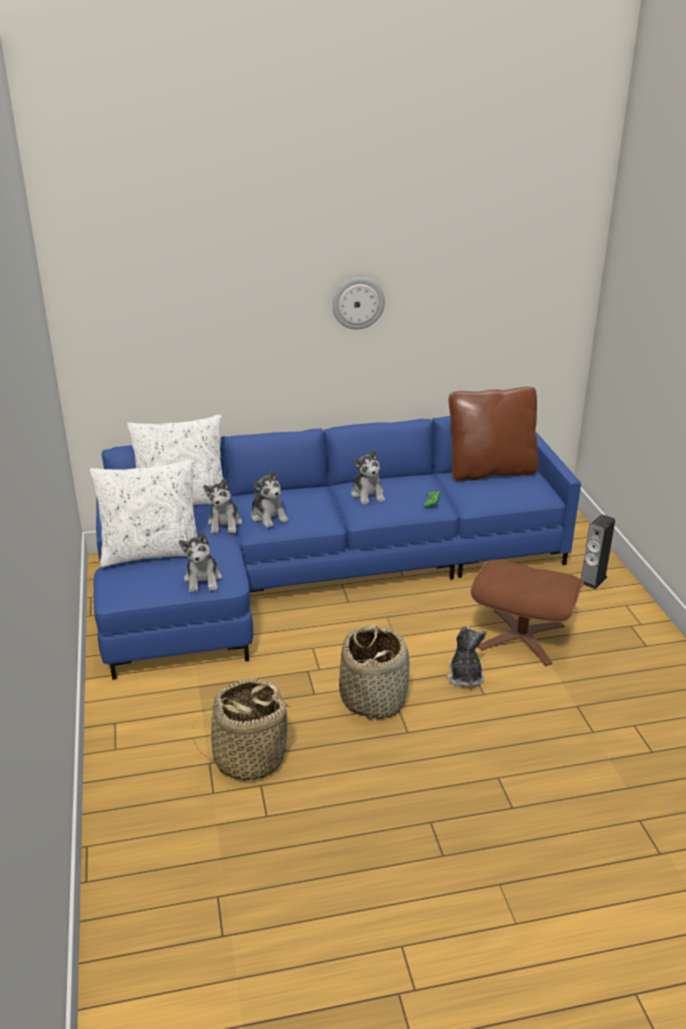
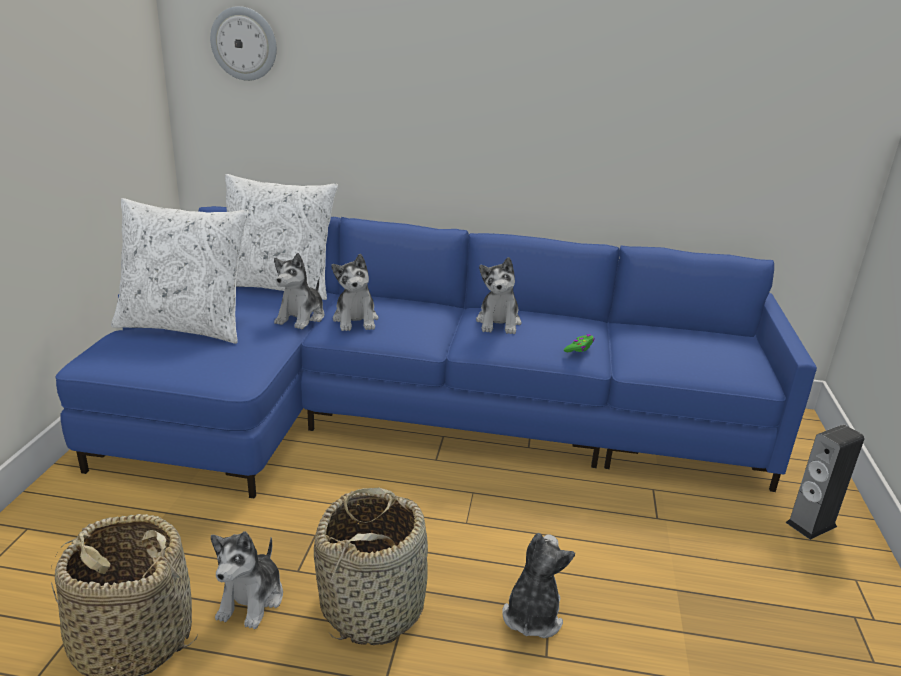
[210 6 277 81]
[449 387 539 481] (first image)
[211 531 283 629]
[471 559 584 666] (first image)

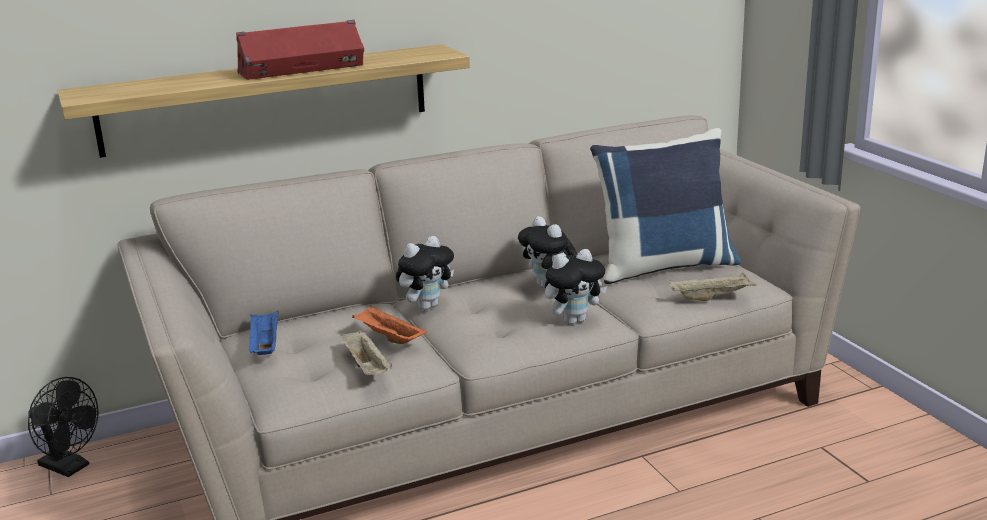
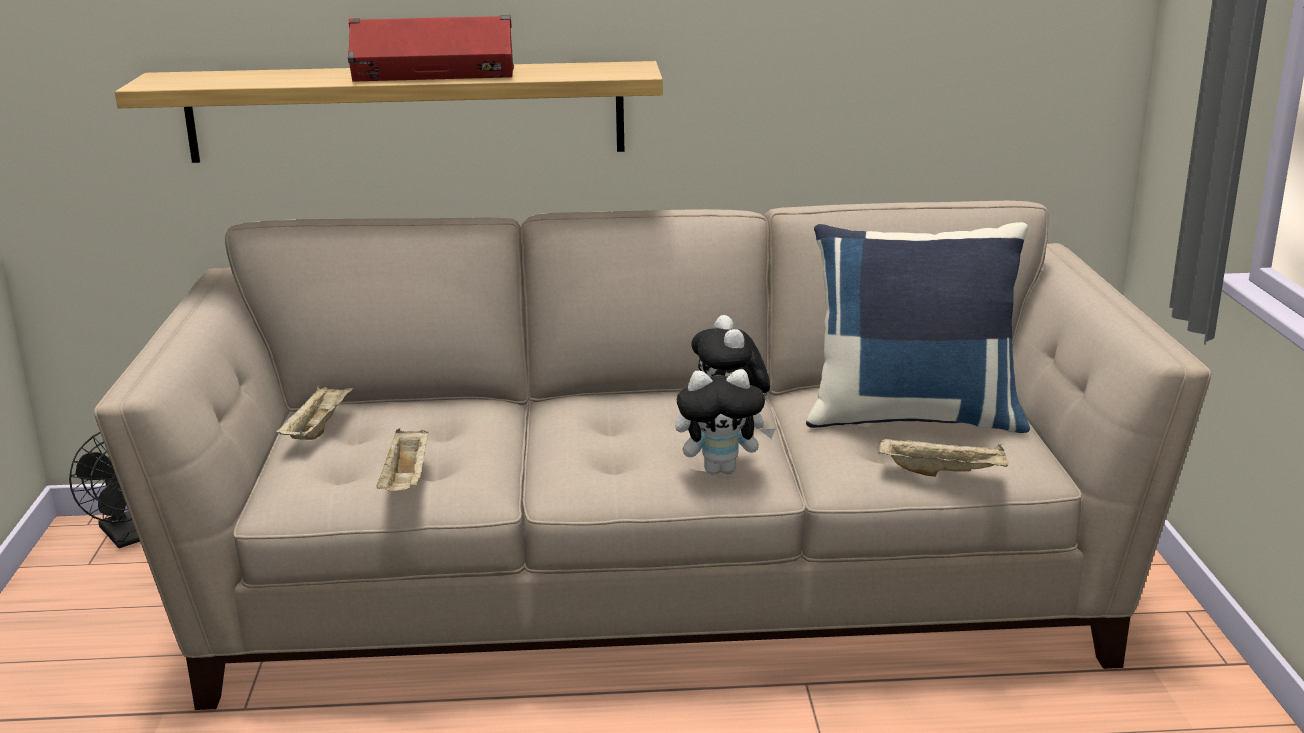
[396 236 454 310] (first image)
[352 305 427 344] (first image)
[276 385 354 440]

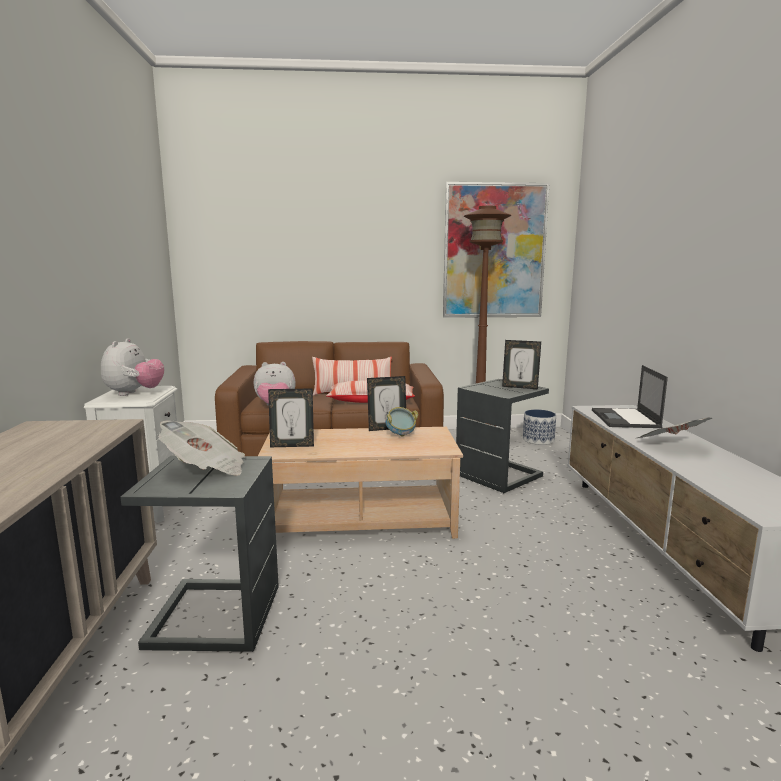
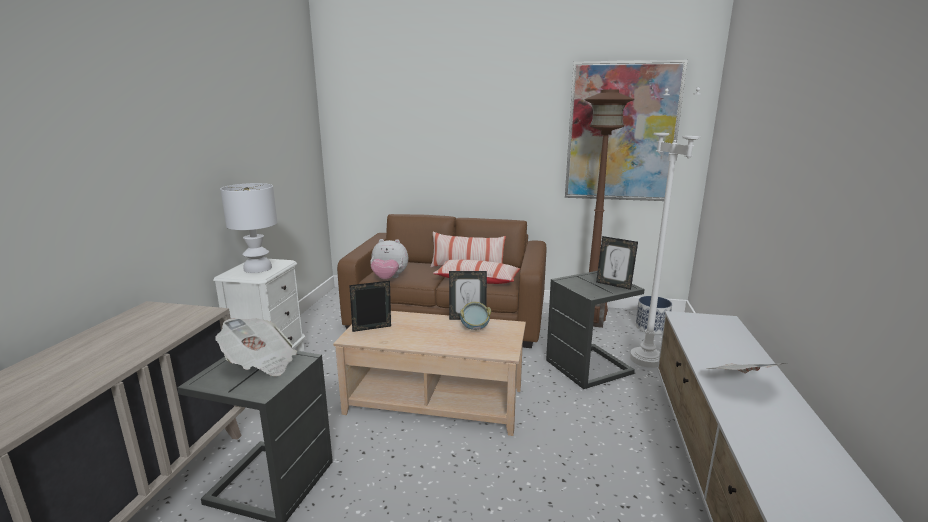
[220 183 277 273]
[592 365 668 428] (first image)
[349 281 391 332]
[630 86 701 368]

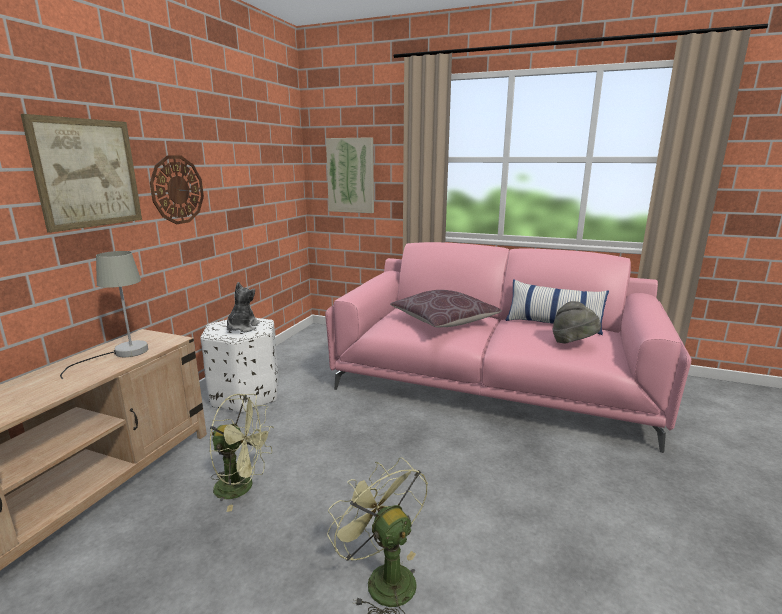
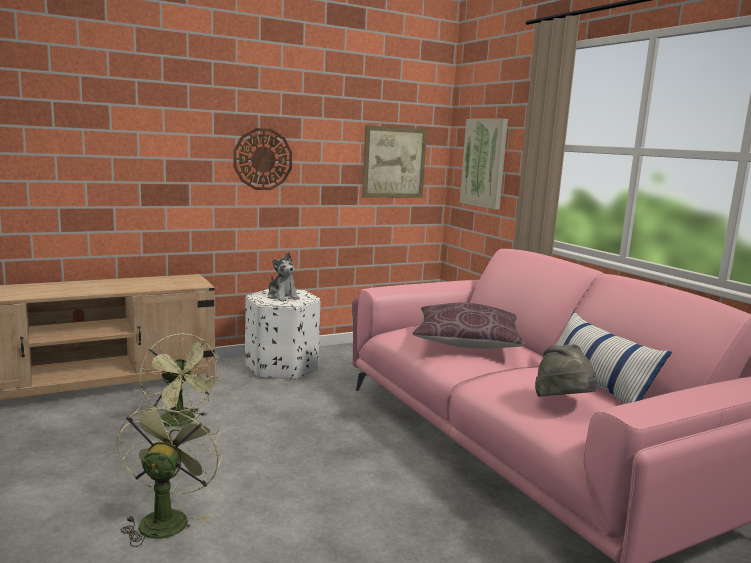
[362 125 427 198]
[60 251 148 379] (first image)
[268 252 300 301]

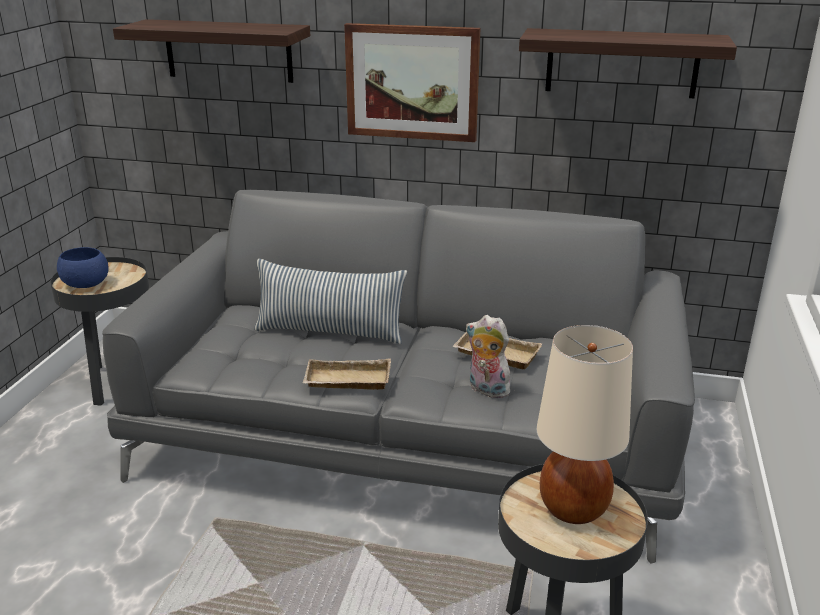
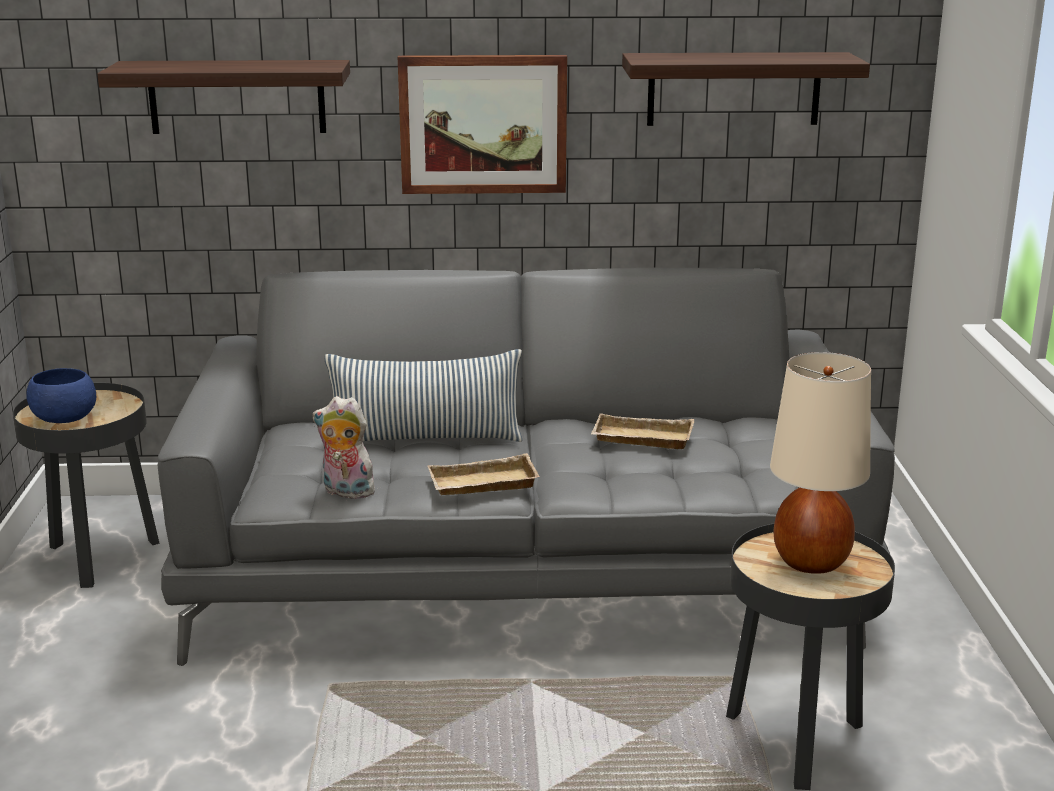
[313 396 375 499]

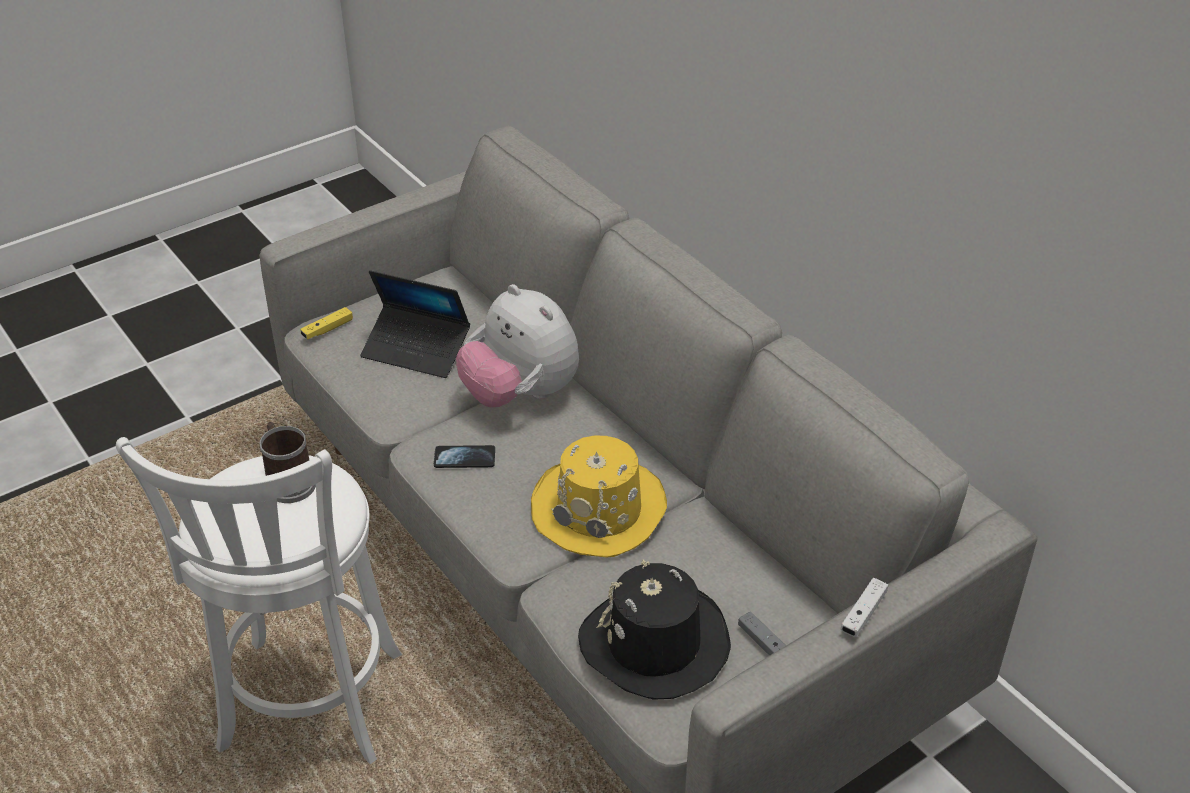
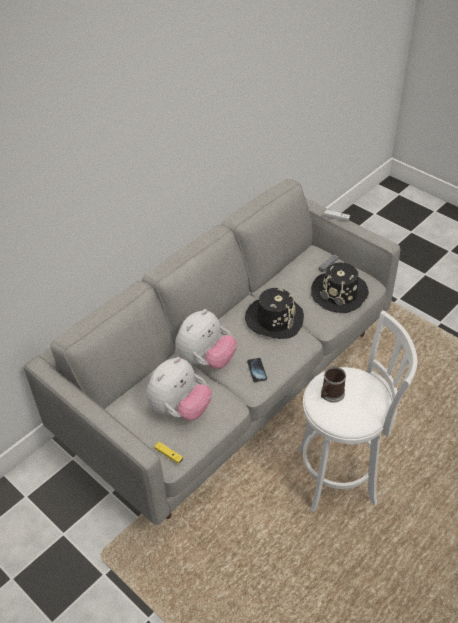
[146 357 212 421]
[245 288 304 339]

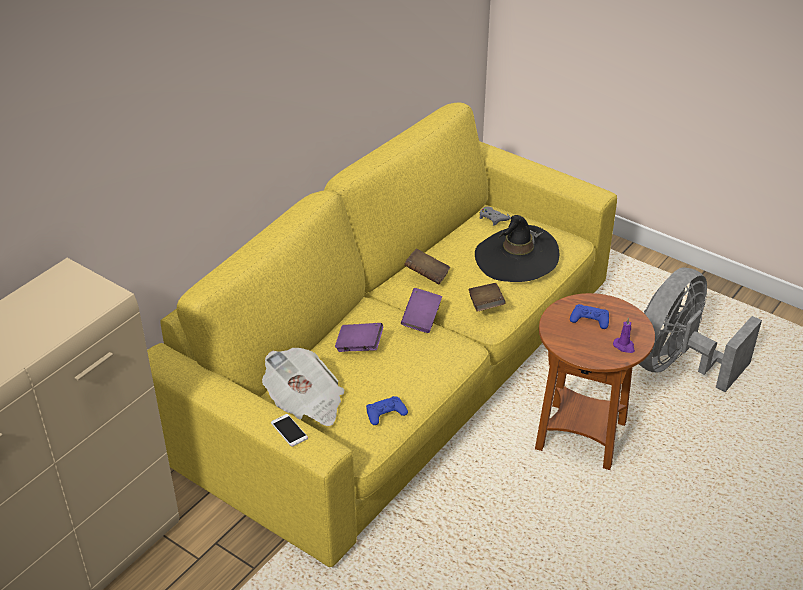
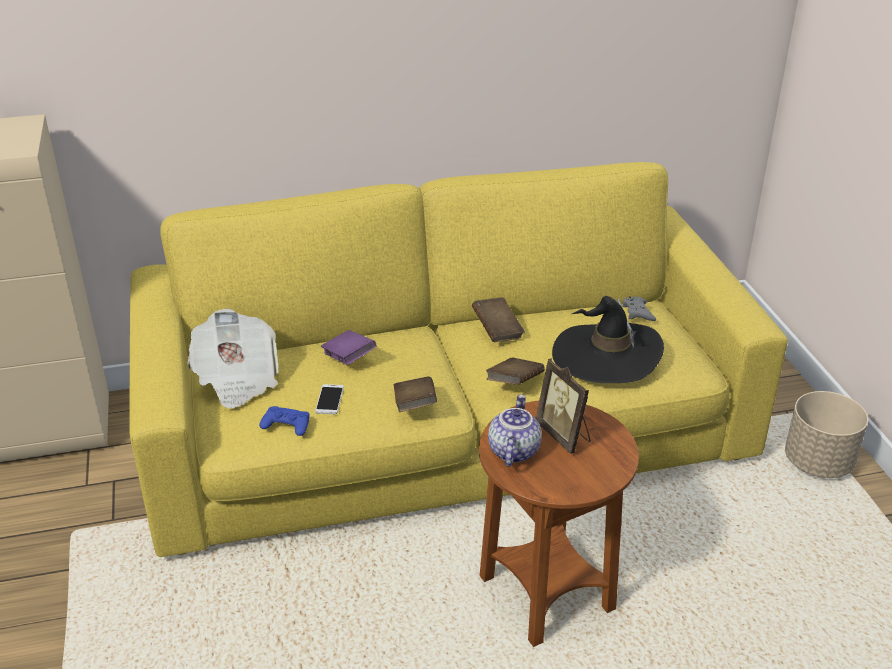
[639 267 762 392] (first image)
[401 288 442 333] (first image)
[536 358 591 454]
[613 317 635 353] (first image)
[315 384 344 414]
[394 376 437 412]
[785 391 868 478]
[488 394 542 466]

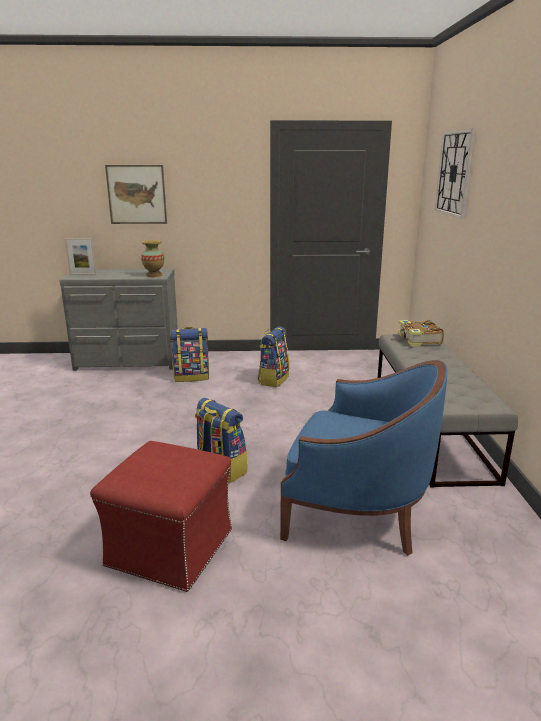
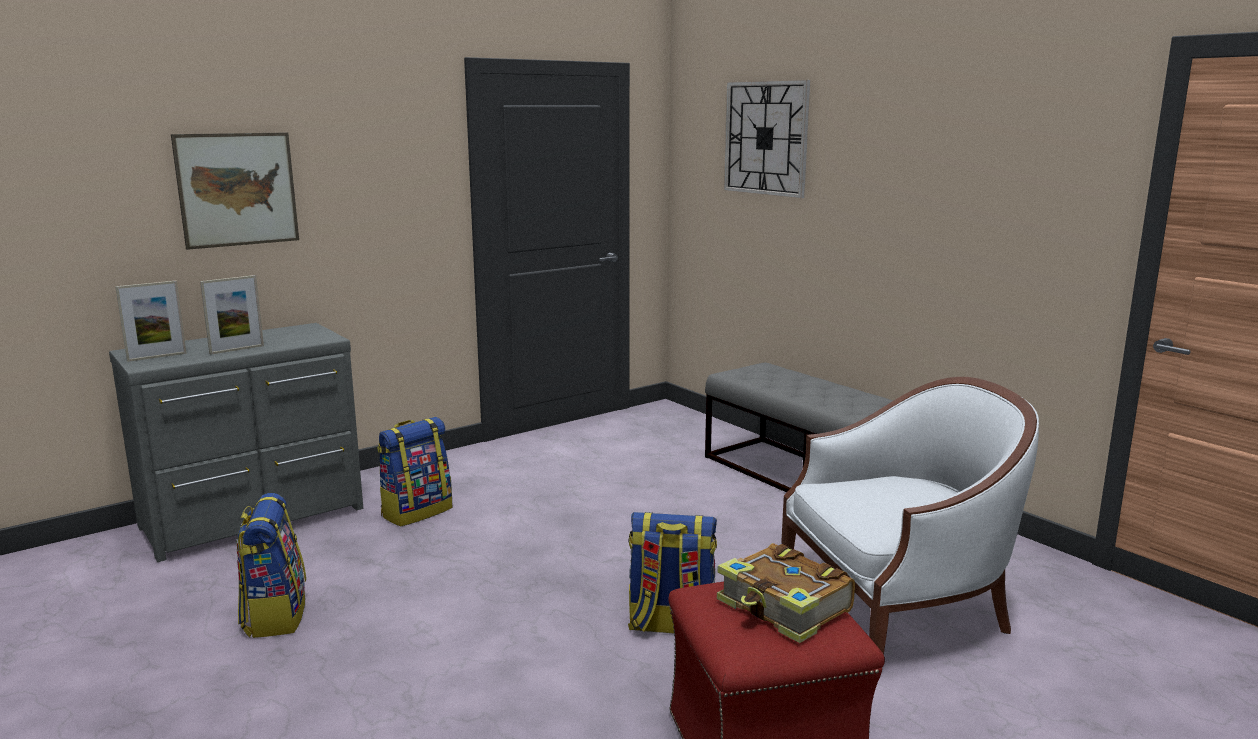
[141 240 164 277] (first image)
[717 543 855 643]
[236 493 306 638]
[781 377 1039 654]
[200 275 264 355]

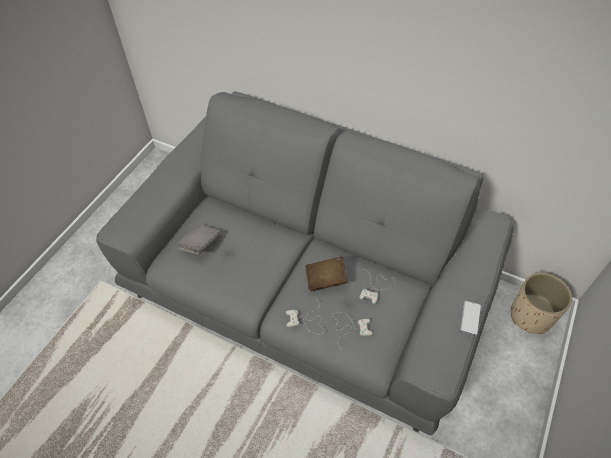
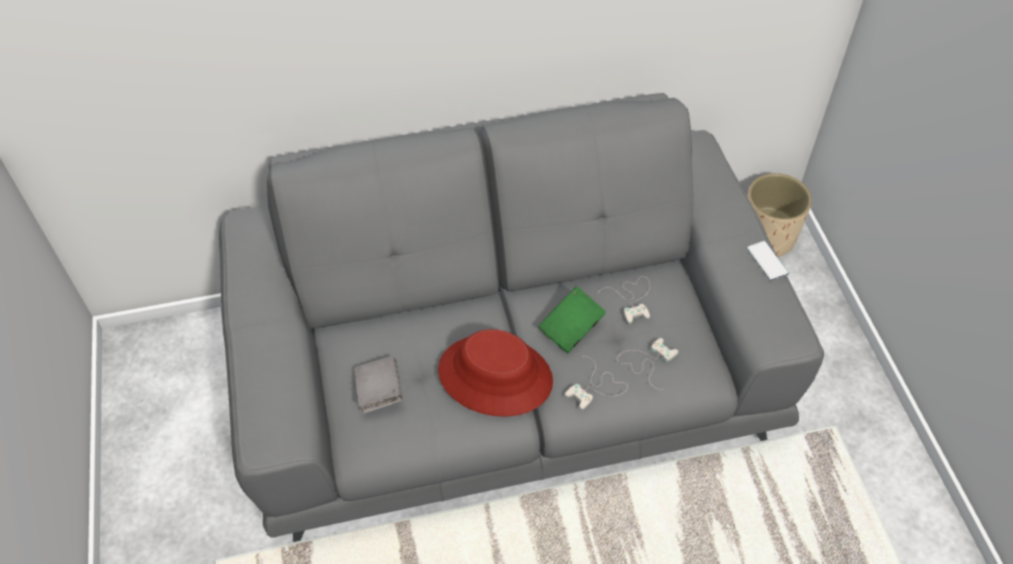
[538 286 606 353]
[438 329 553 417]

